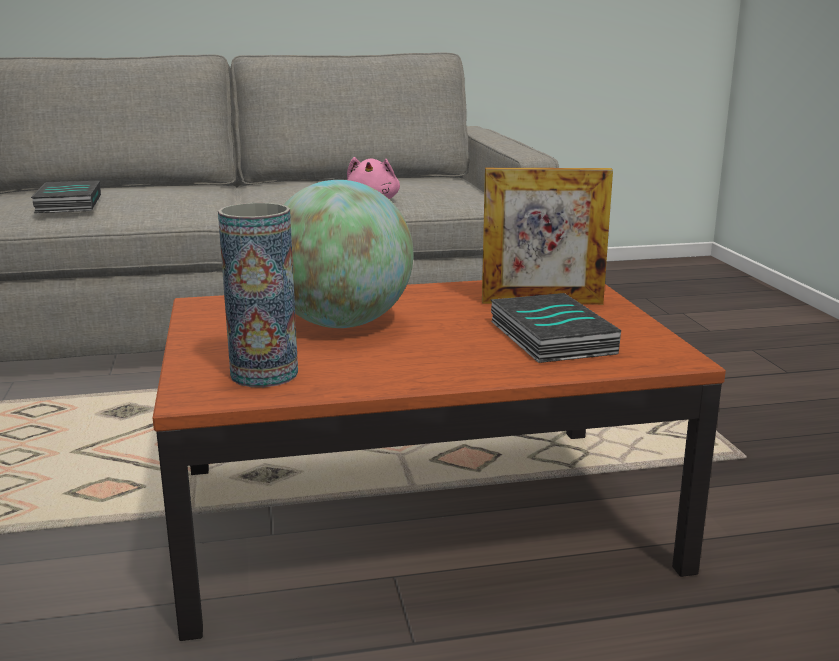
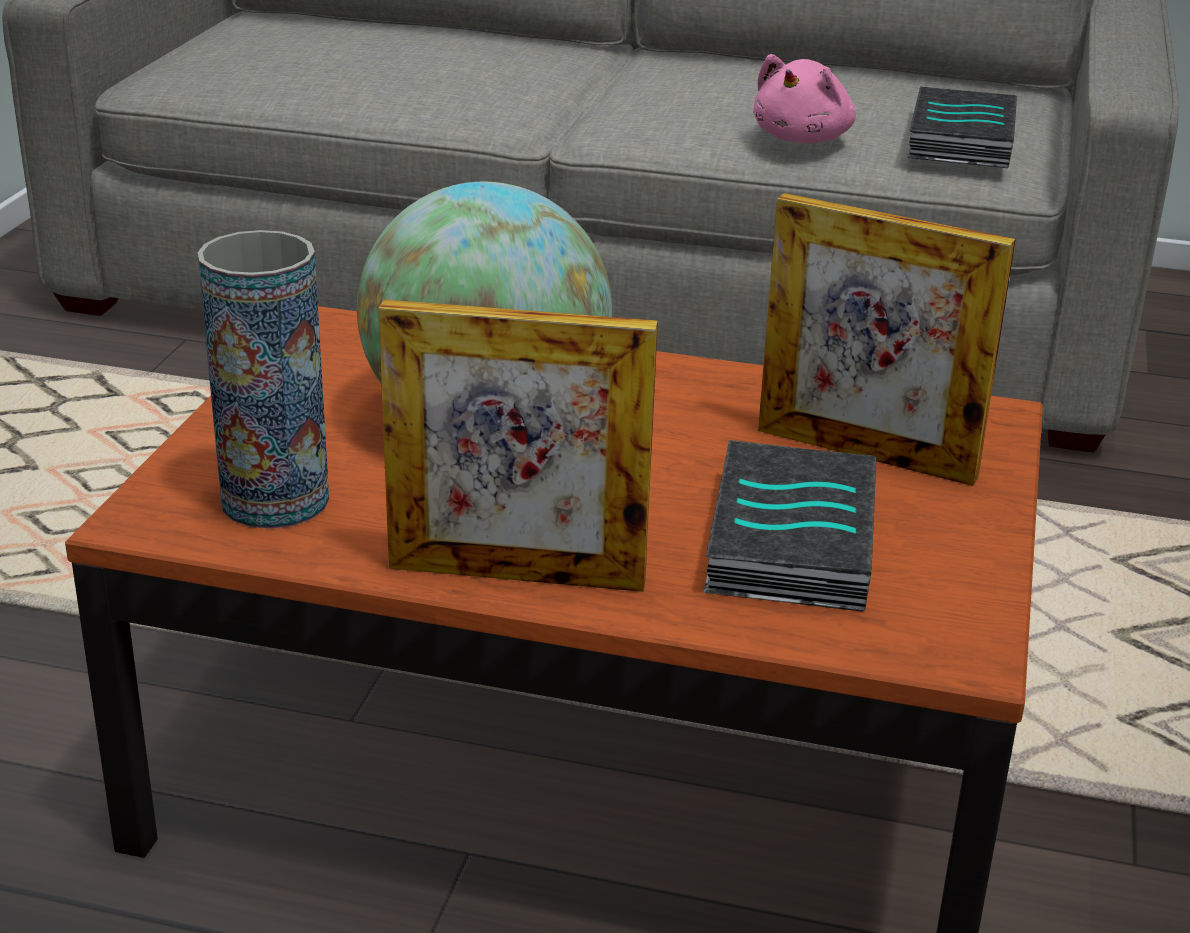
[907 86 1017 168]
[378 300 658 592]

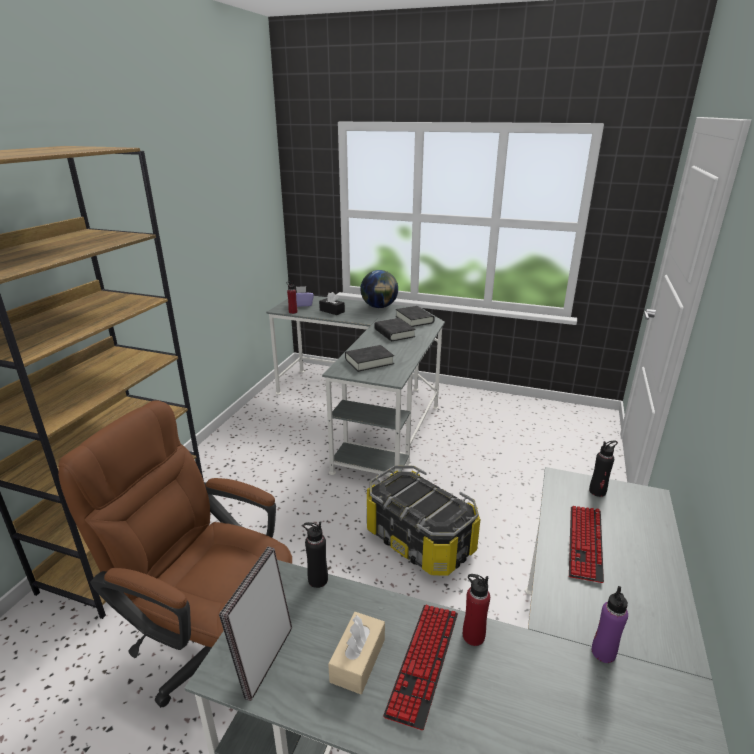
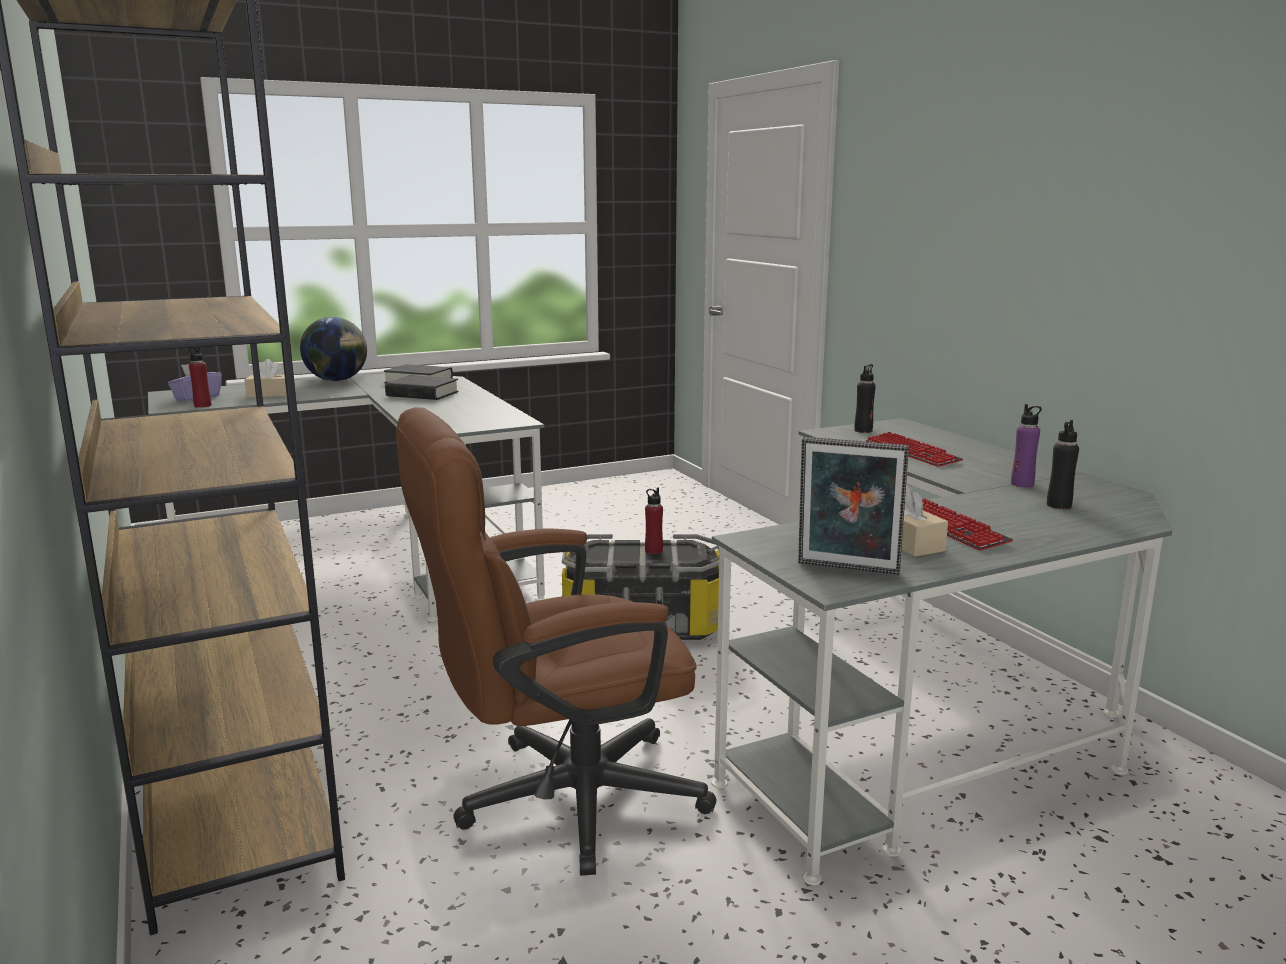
[245 359 287 397]
[345 345 394 372] (first image)
[1047 420 1079 509]
[798 437 909 575]
[645 488 663 554]

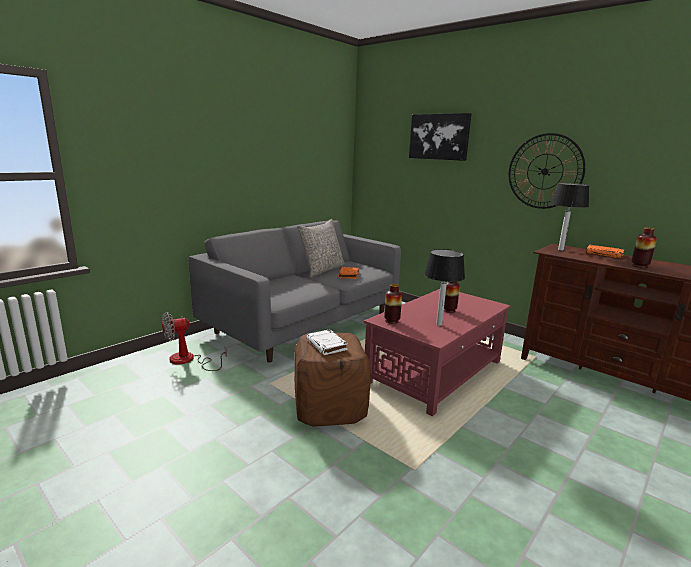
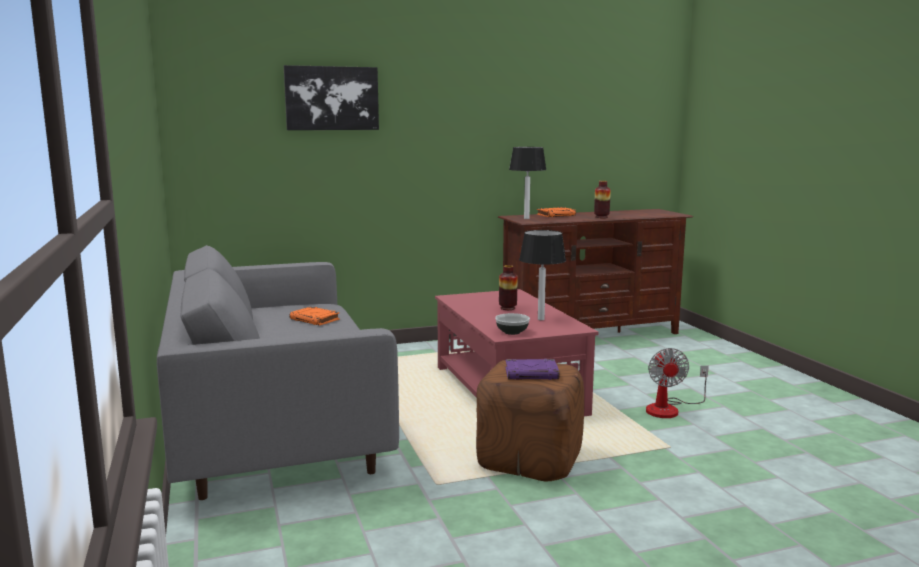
[509 133 586 209] (first image)
[297 219 345 277] (first image)
[495 313 530 335]
[646 348 709 418]
[505 359 559 380]

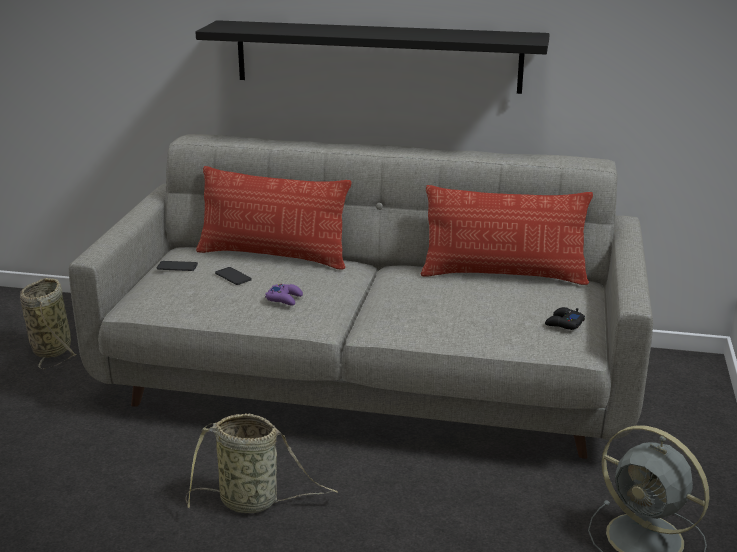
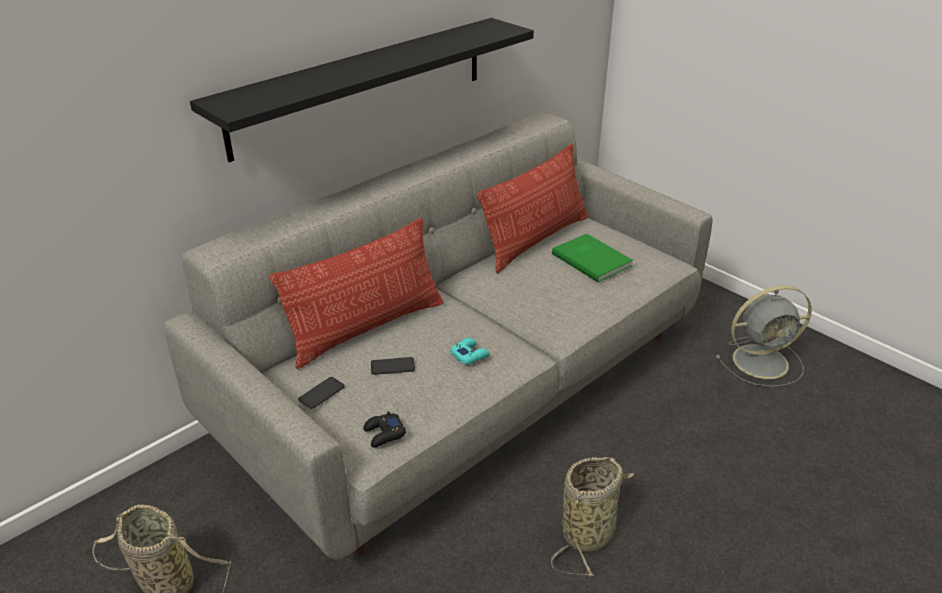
[450 338 490 365]
[363 411 406 448]
[552 234 633 282]

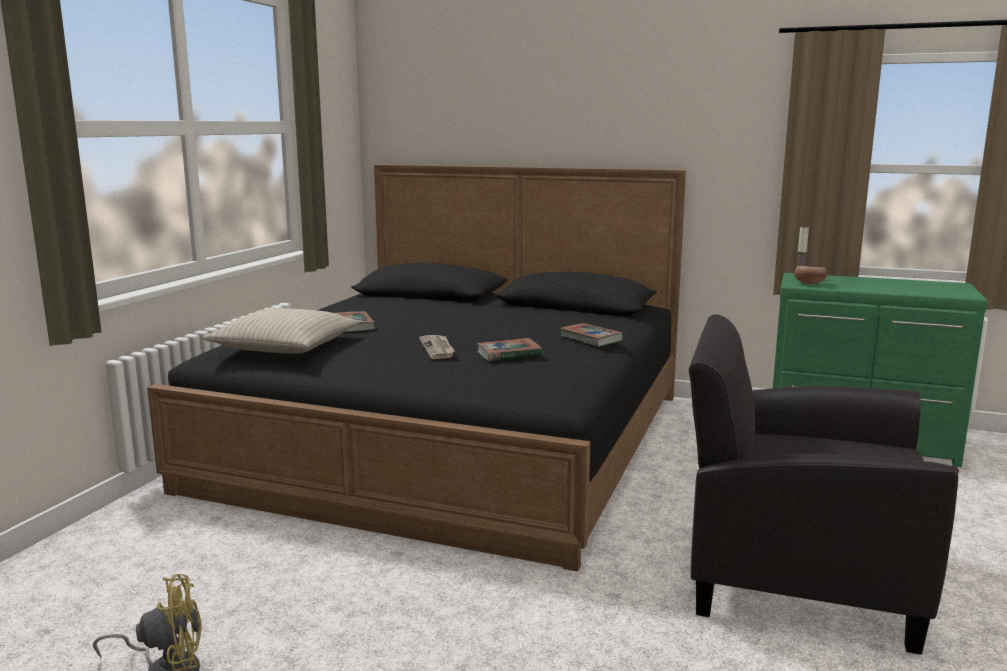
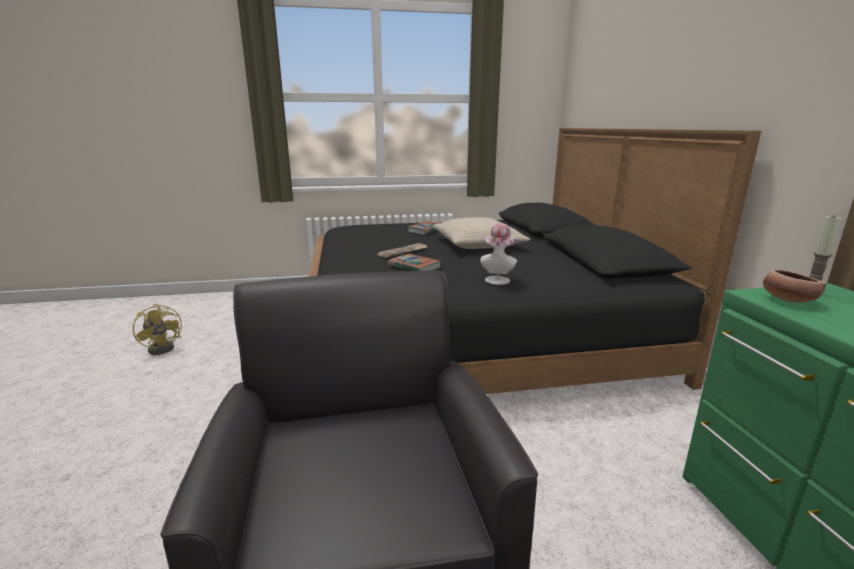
[433 217 530 249]
[480 223 517 285]

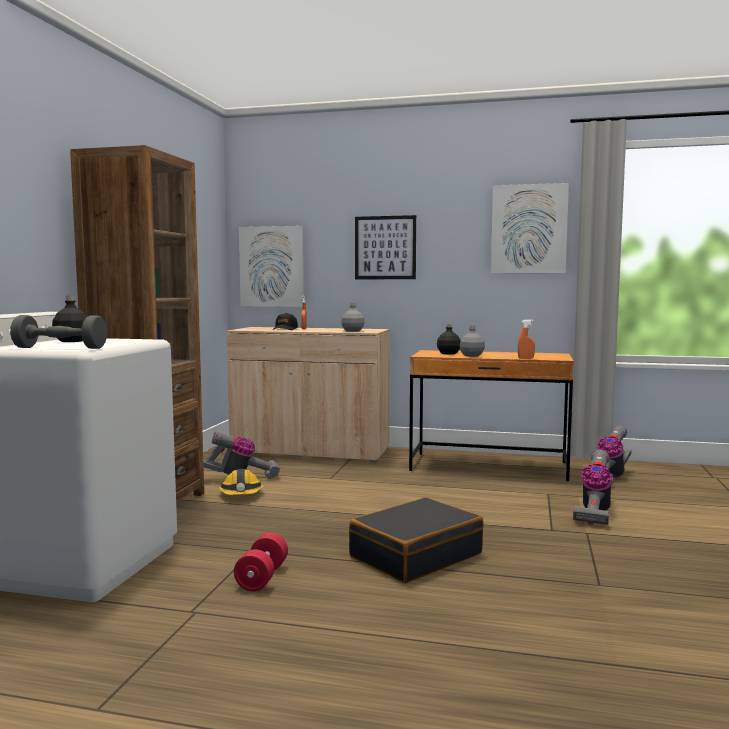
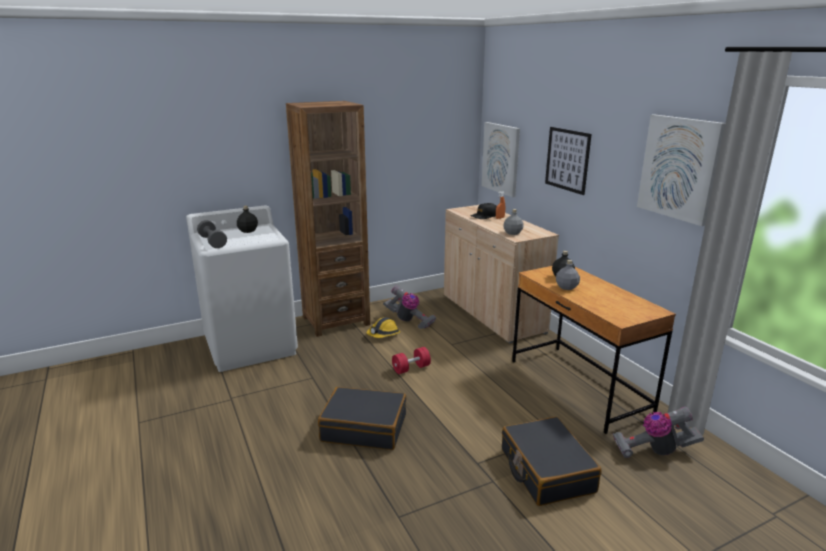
[518 320 535 359] (first image)
[502 417 601 506]
[392 347 431 374]

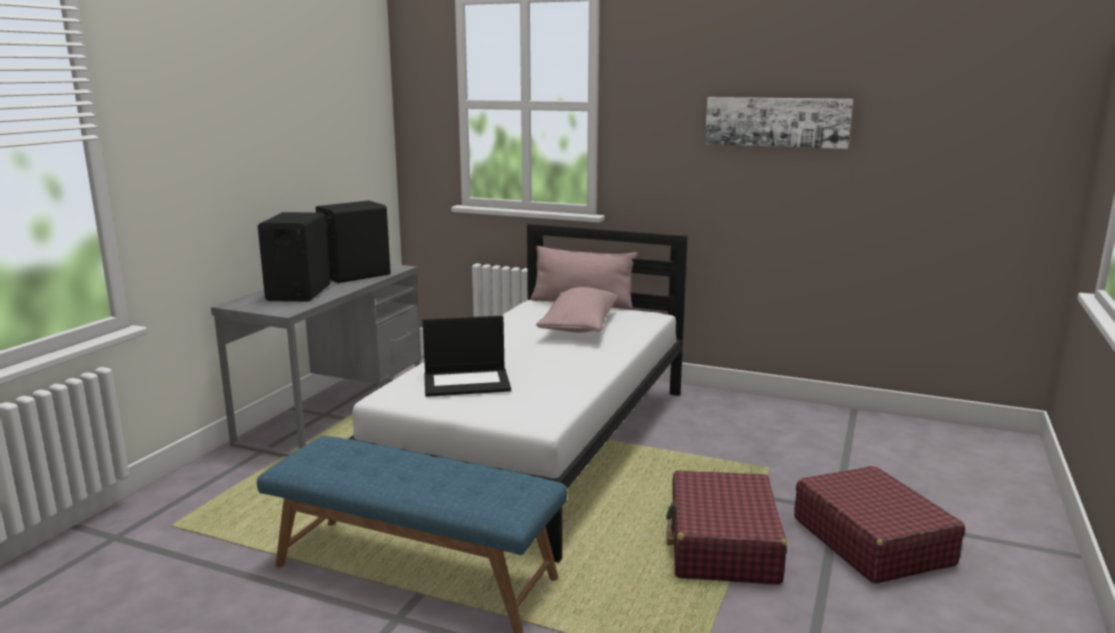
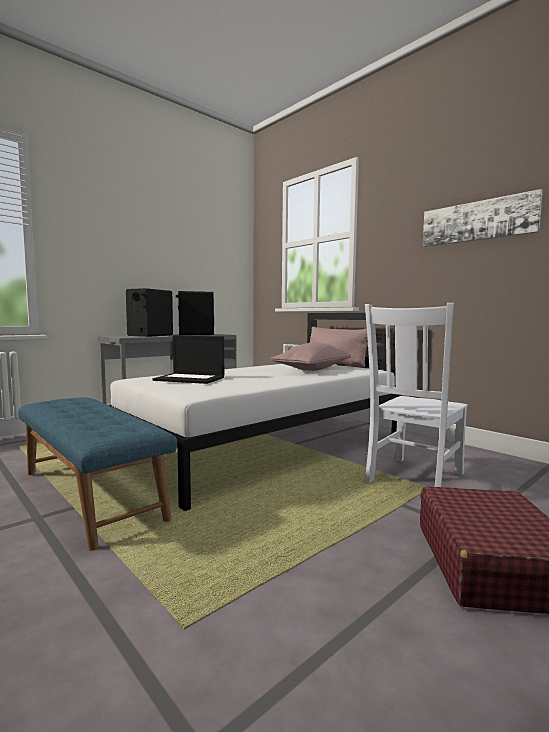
[666 470 787 585] (first image)
[365 303 467 487]

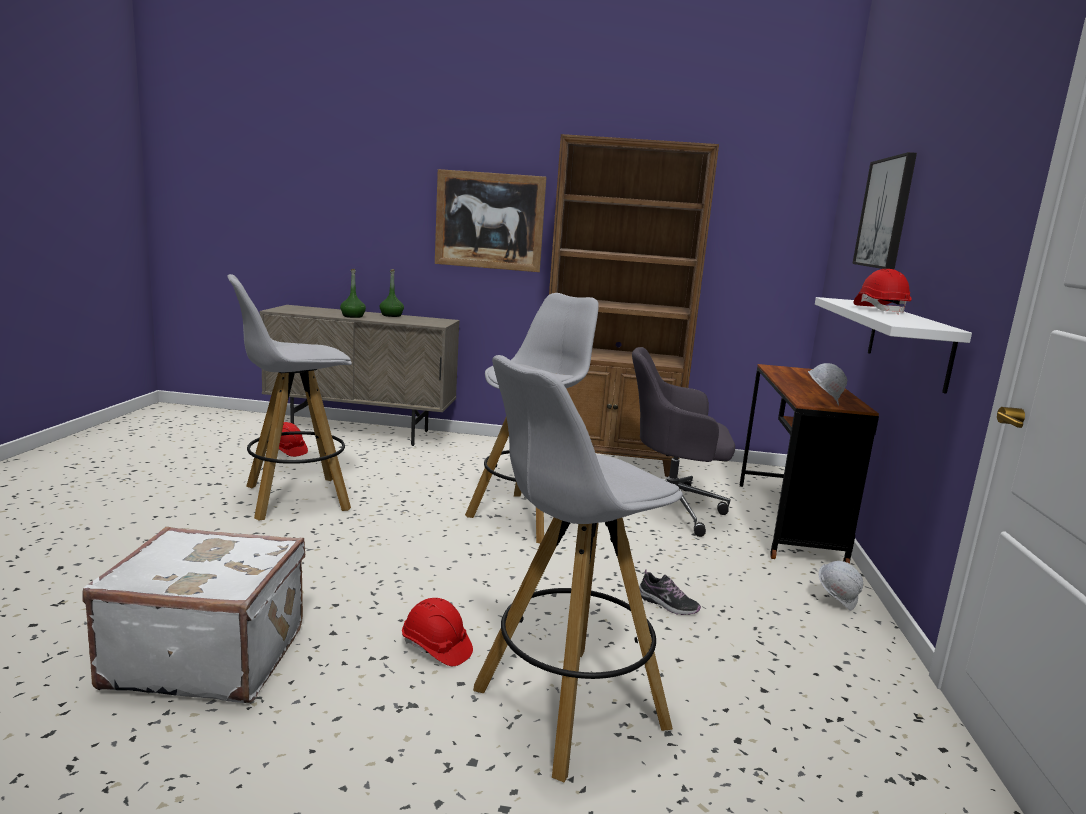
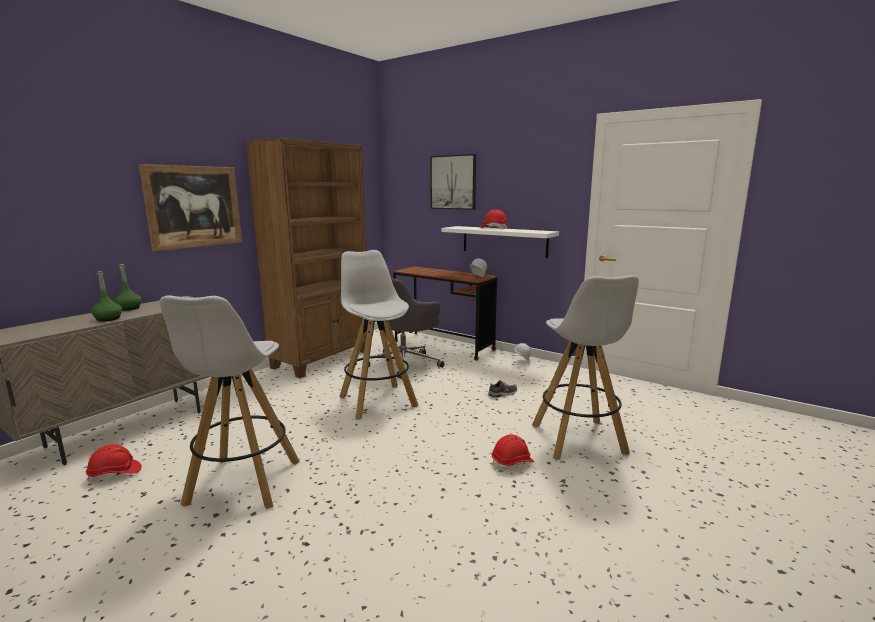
[82 527 305 703] (first image)

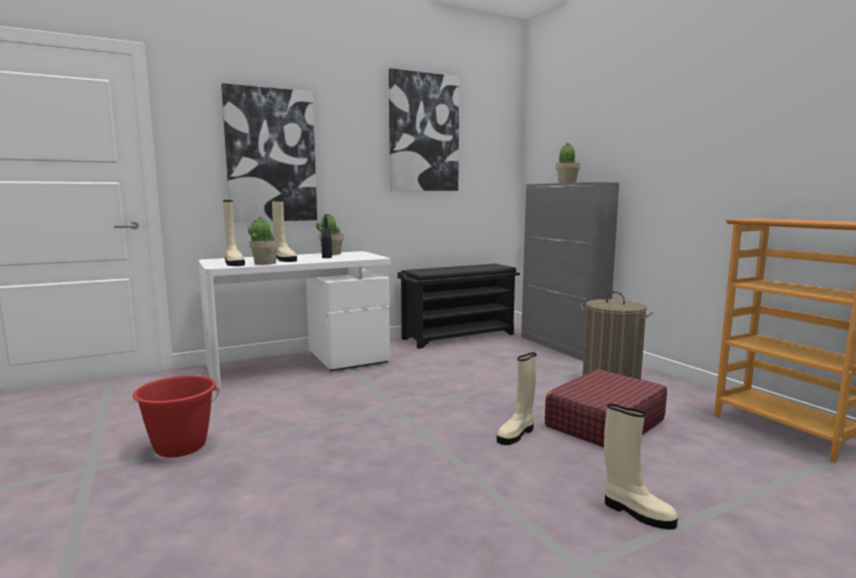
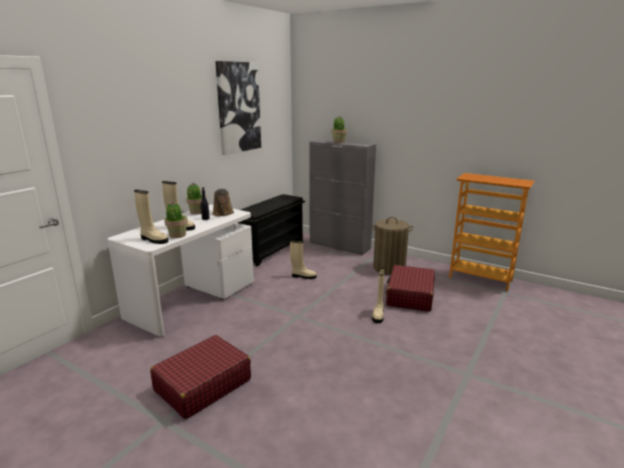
[221 83 317 222] (first image)
[150 335 251 419]
[290 240 317 279]
[212 188 234 216]

